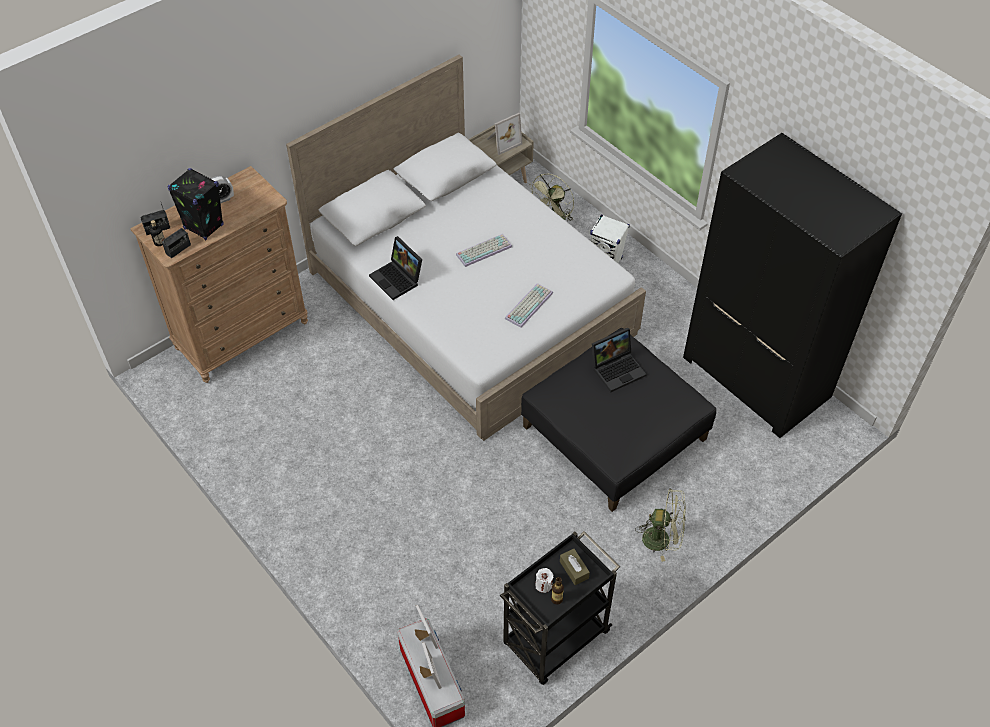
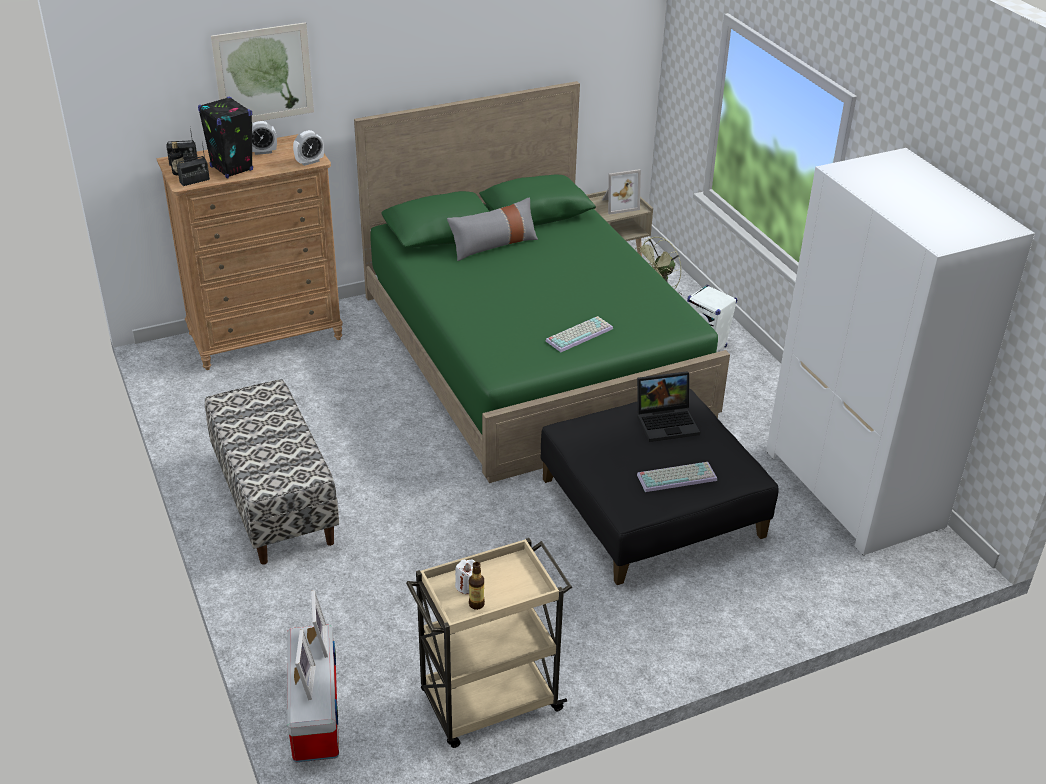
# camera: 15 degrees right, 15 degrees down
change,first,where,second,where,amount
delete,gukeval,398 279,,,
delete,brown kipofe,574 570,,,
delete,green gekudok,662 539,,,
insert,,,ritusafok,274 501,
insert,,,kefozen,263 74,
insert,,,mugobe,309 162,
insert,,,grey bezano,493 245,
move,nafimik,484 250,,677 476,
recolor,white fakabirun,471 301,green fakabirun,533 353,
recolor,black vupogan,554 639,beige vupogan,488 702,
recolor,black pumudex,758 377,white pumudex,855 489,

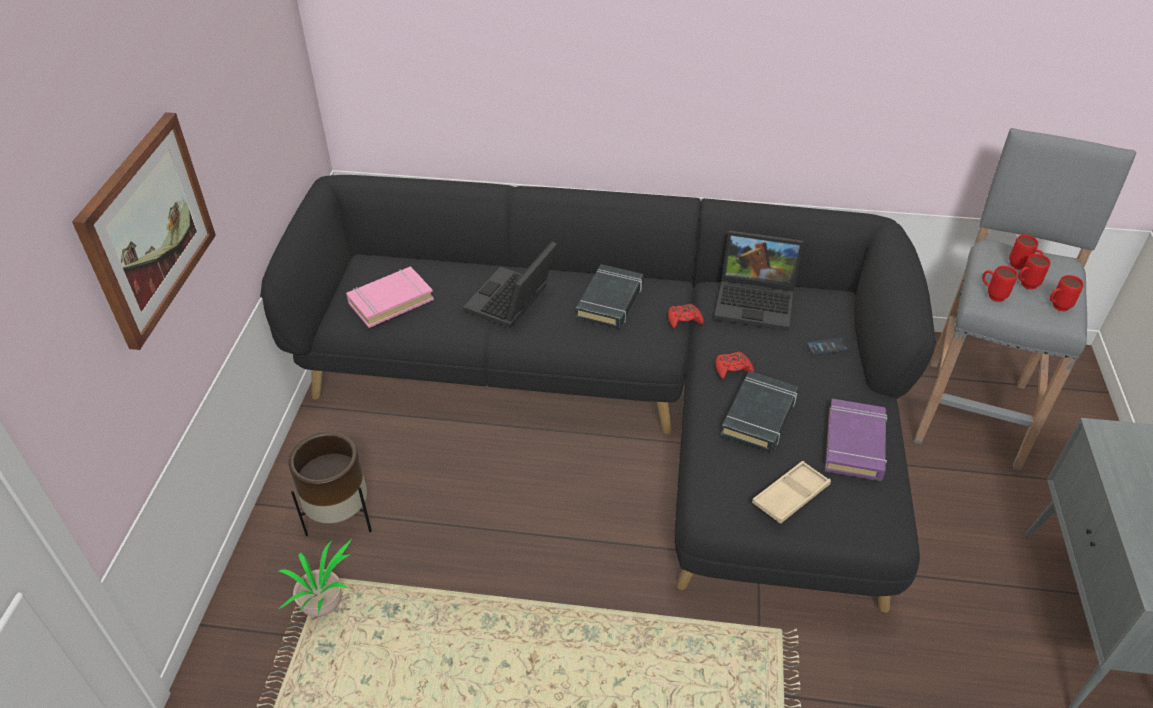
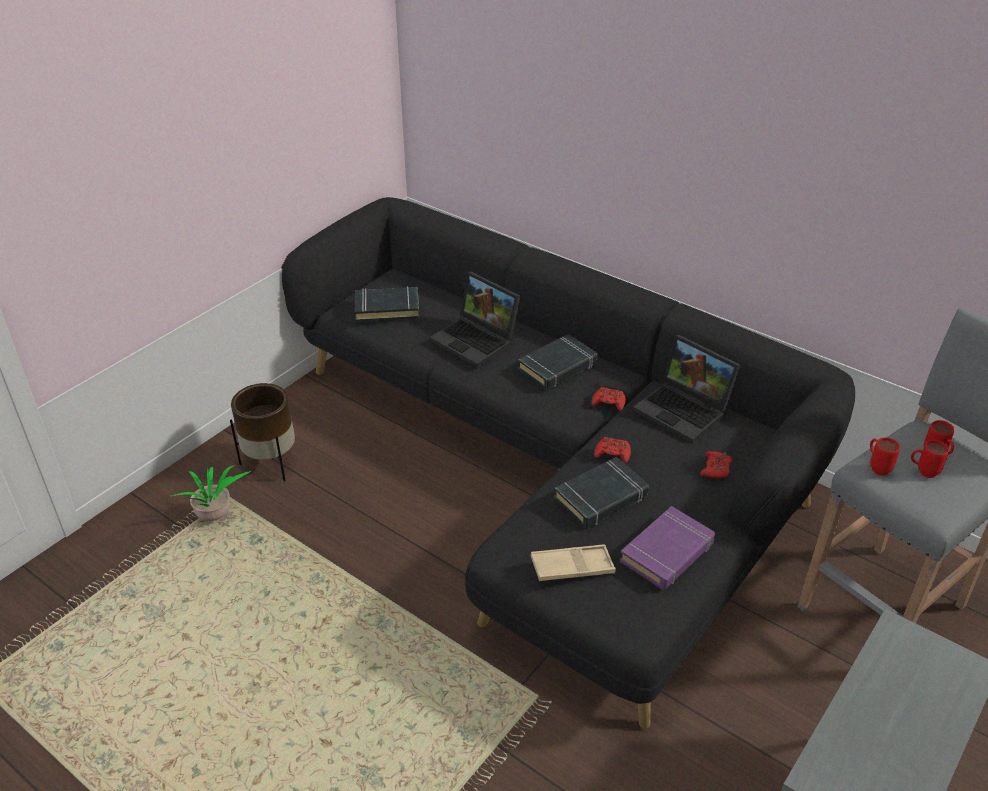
# camera: 30 degrees right, 5 degrees down
change,first,where,second,where,amount
delete,kefozen,147 229,,,
delete,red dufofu,1056 307,,,
replace,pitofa,827 347,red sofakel,715 469,
recolor,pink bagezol,390 301,black bagezol,387 308,
rotate,gukeval,512 302,,477 340,105 degrees counterclockwise

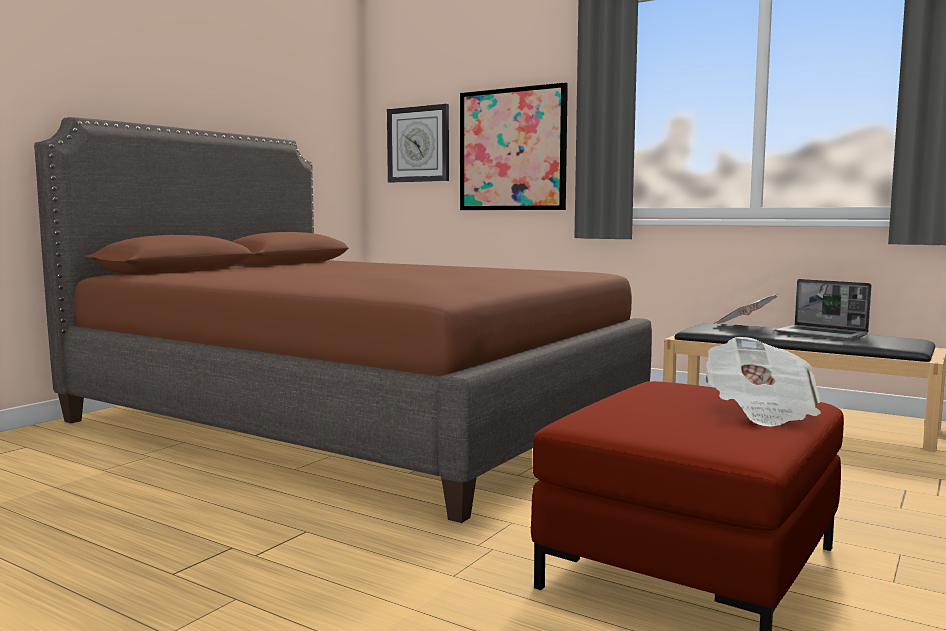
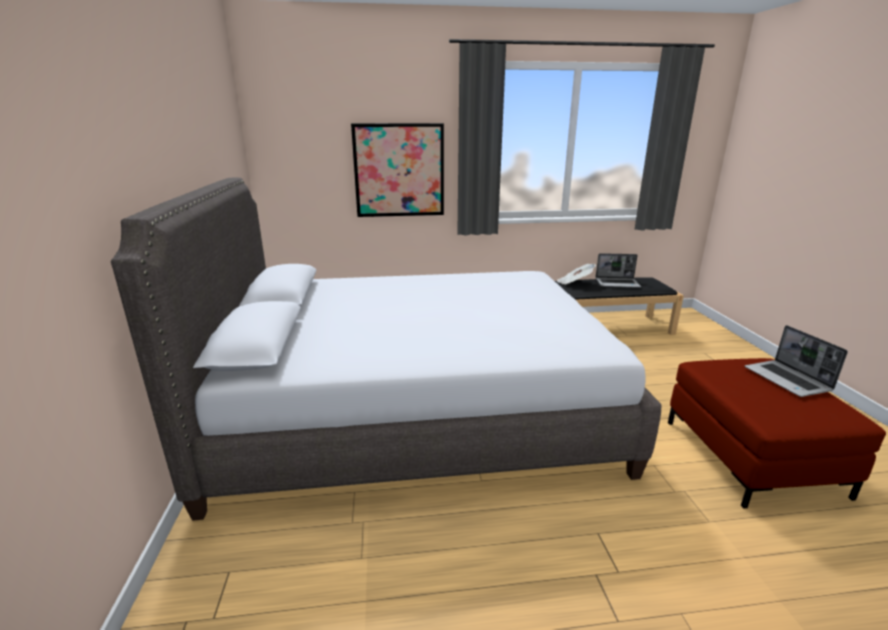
# camera: 40 degrees left, 15 degrees up
change,first,where,second,where,amount
delete,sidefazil,418 144,,,
replace,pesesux,760 411,gukeval,788 380,
recolor,brown fakabirun,355 419,grey fakabirun,416 411,

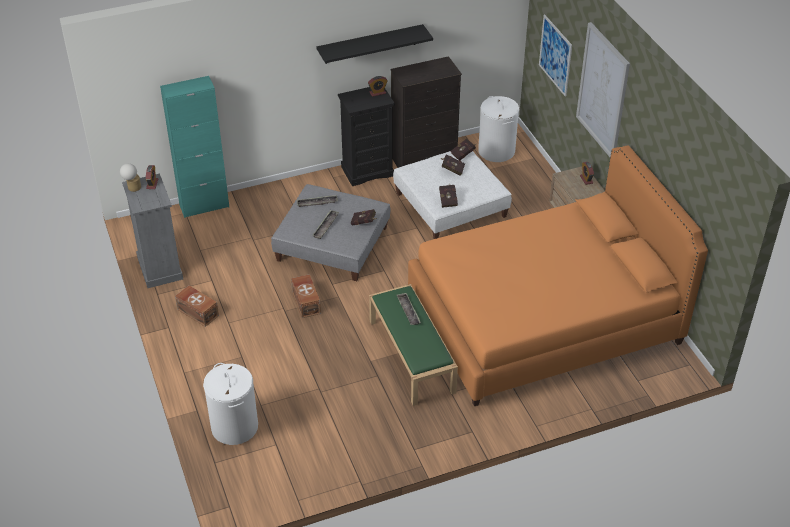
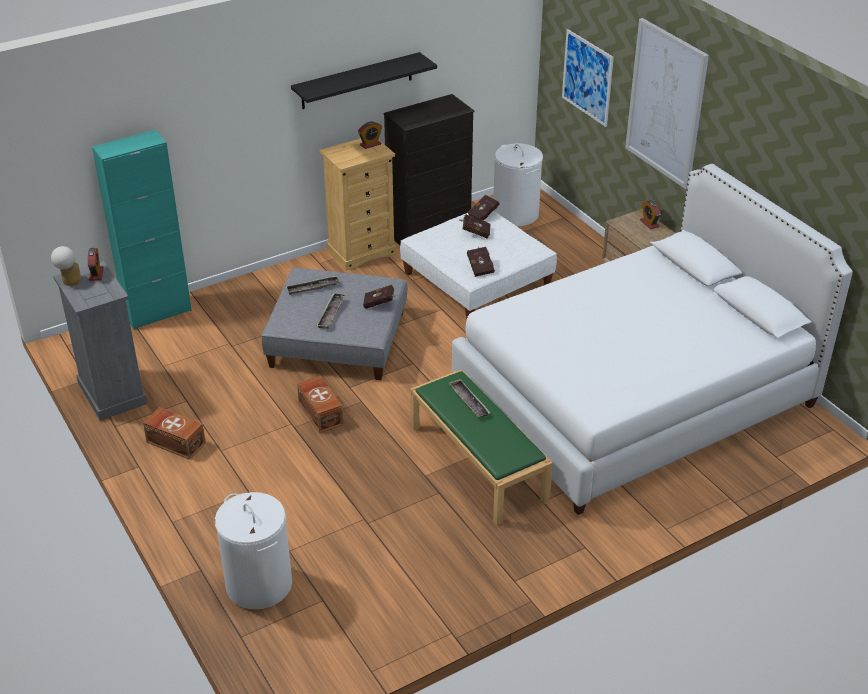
# camera: 10 degrees left, 5 degrees down
change,first,where,second,where,amount
recolor,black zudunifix,367 171,beige zudunifix,361 251,
recolor,orange fakabirun,543 318,white fakabirun,633 396,

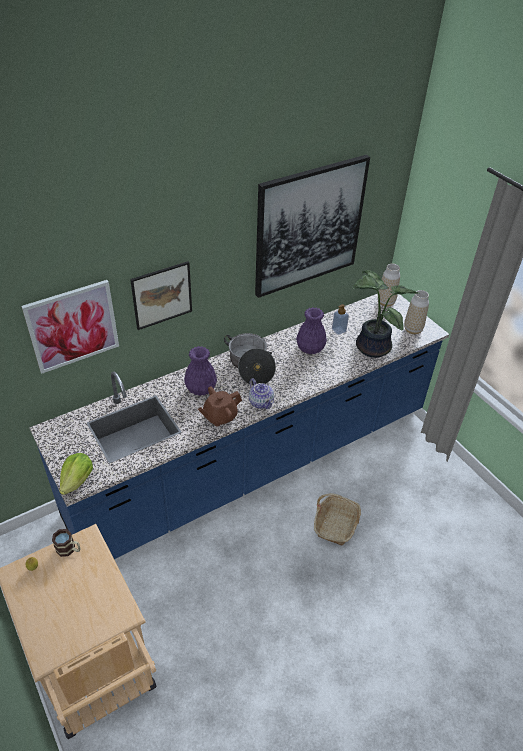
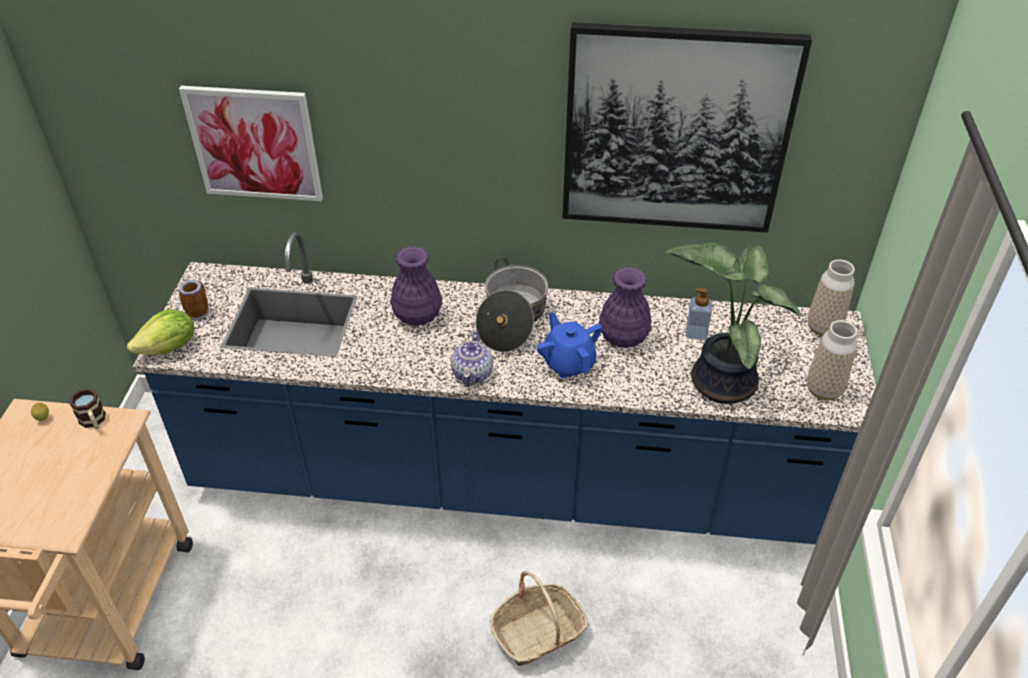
# camera: 40 degrees right, 0 degrees up
change,first,where,second,where,amount
delete,kefozen,162 295,,,
delete,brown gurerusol,220 416,,,
insert,,,dufofu,198 311,
insert,,,blue gurerusol,568 363,

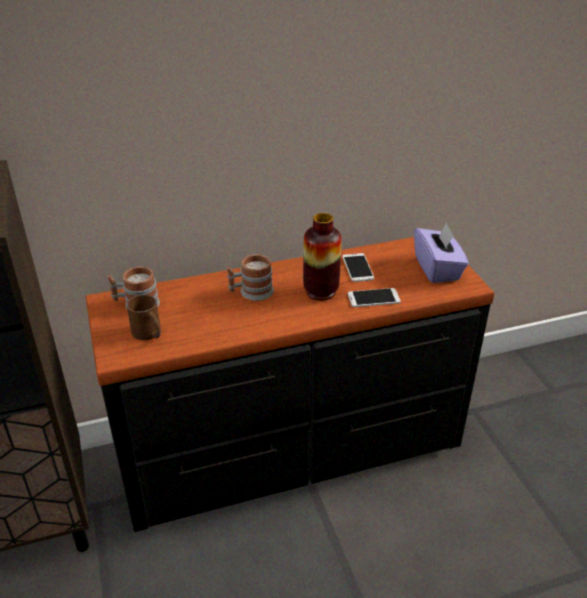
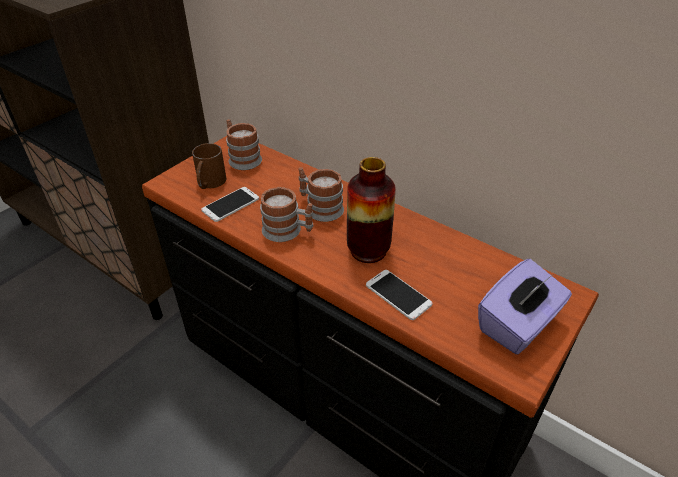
# camera: 55 degrees right, 5 degrees up
change,first,where,second,where,amount
insert,,,dufofu,288 231,
move,pitofa,357 268,,230 204,

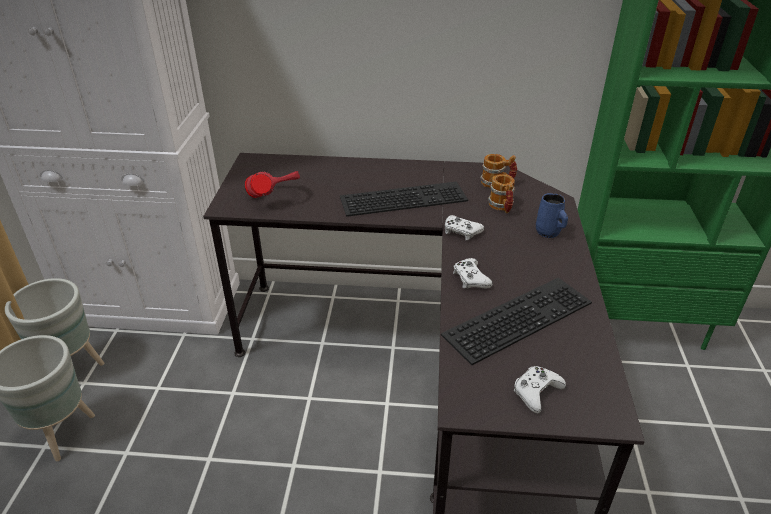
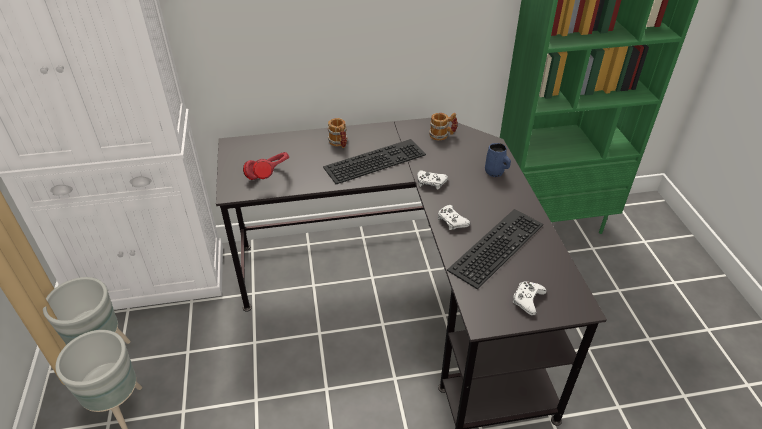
# camera: 15 degrees left, 5 degrees up
change,first,where,second,where,amount
move,dufofu,502 207,,339 143,

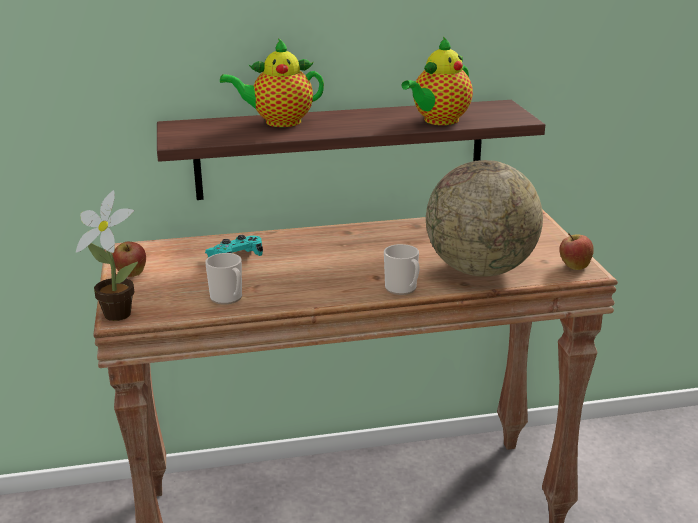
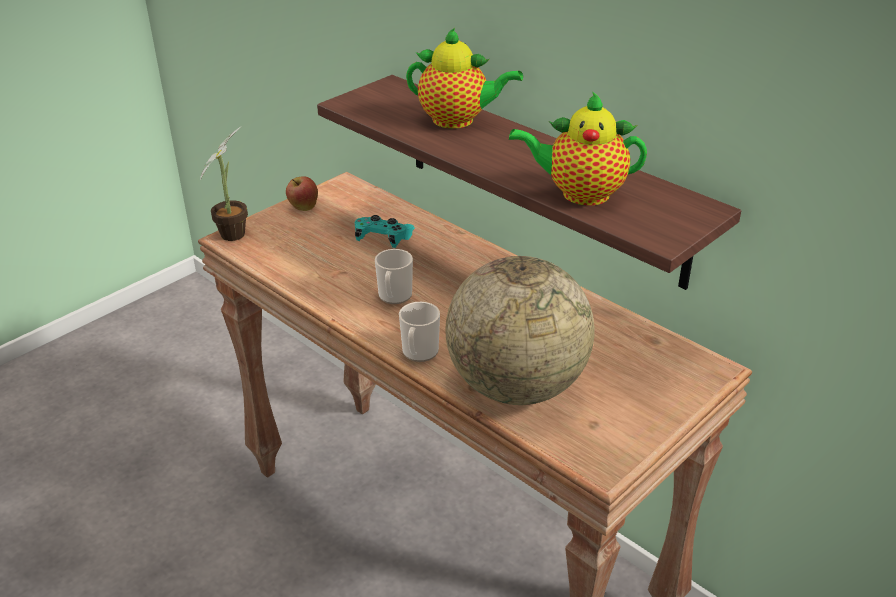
# camera: 55 degrees right, 10 degrees up
change,first,where,second,where,amount
delete,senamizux,574 266,,,
move,dufofu,228 298,,394 297,
rotate,gurerusol,278 122,,458 120,150 degrees clockwise

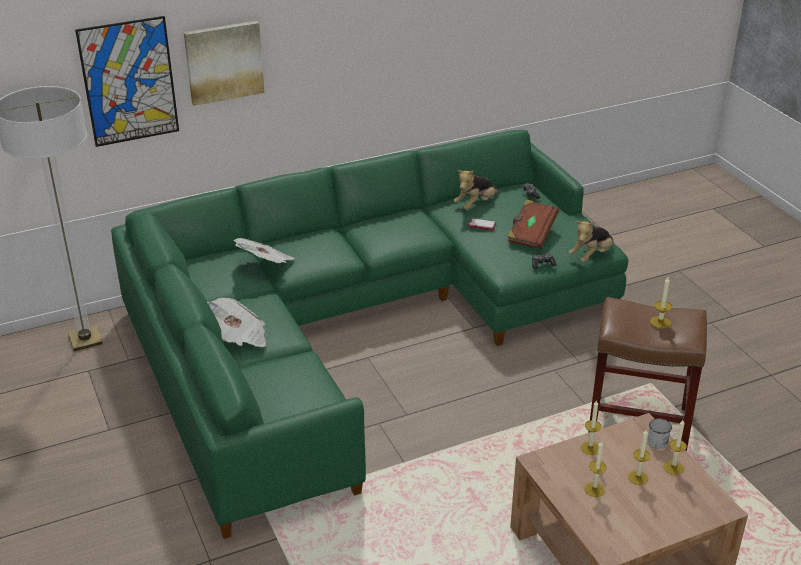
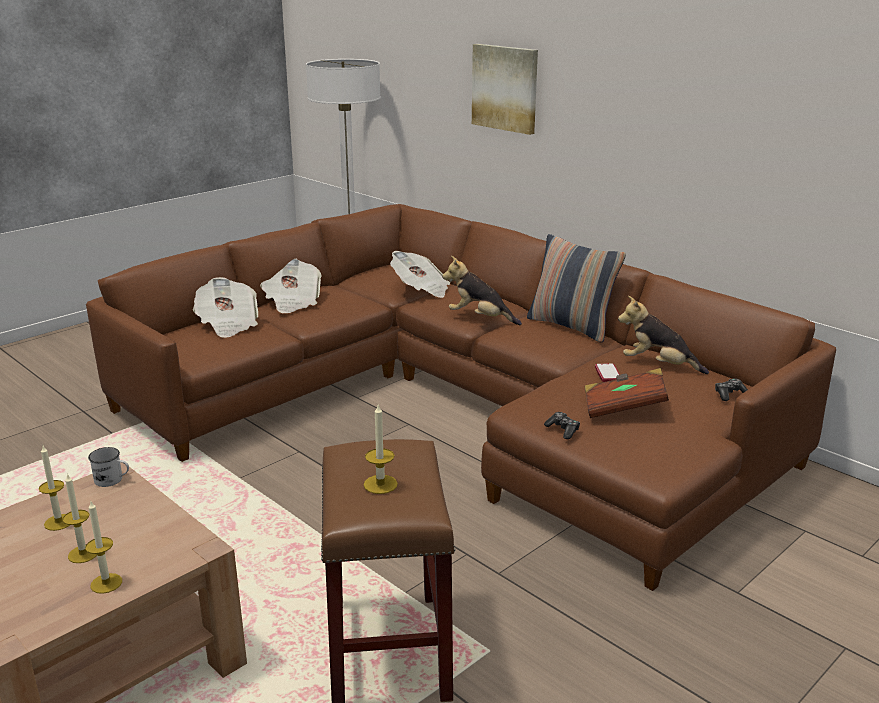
# camera: 70 degrees right, 10 degrees down
change,first,where,second,where,amount
delete,kefozen,129 82,,,
delete,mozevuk,590 448,,,
insert,,,pesesux,228 324,
insert,,,bezano,571 326,
move,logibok,591 256,,480 318,
move,white dufofu,658 440,,112 480,
recolor,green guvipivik,356 328,brown guvipivik,457 408,

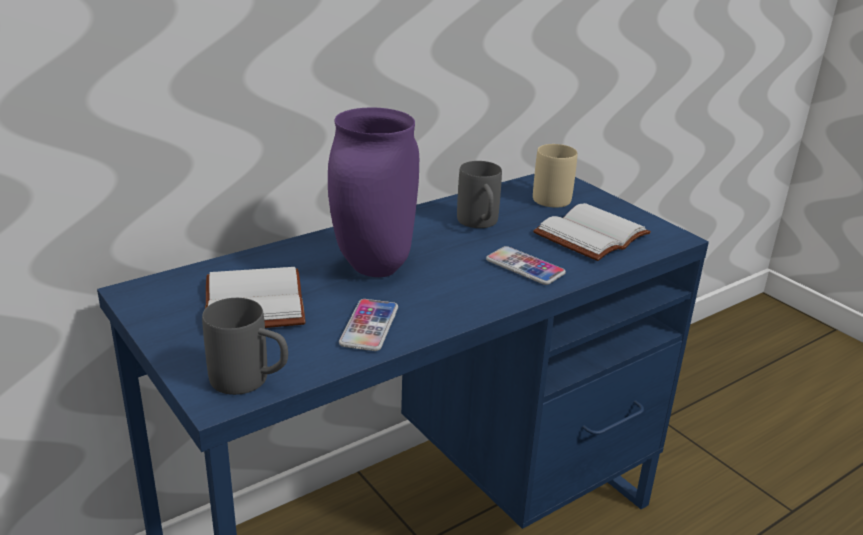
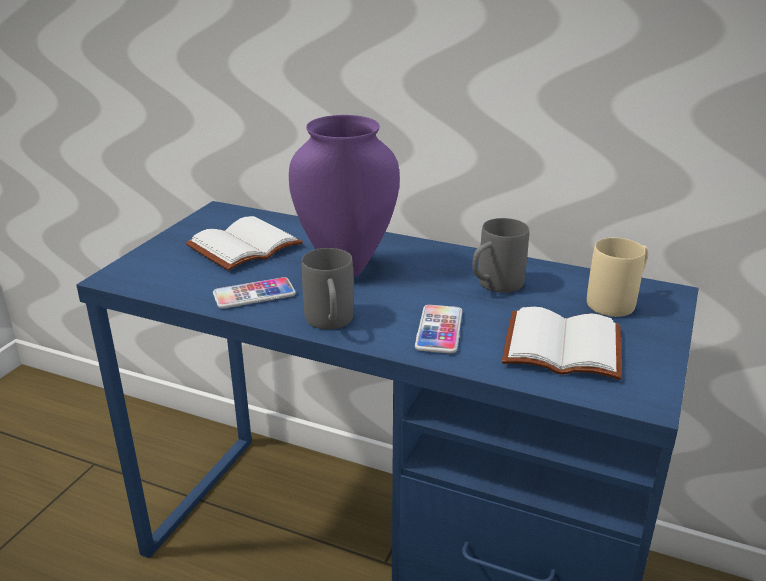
# camera: 60 degrees right, 0 degrees up
change,first,where,second,where,amount
move,grey dufofu,251 381,,330 323,

